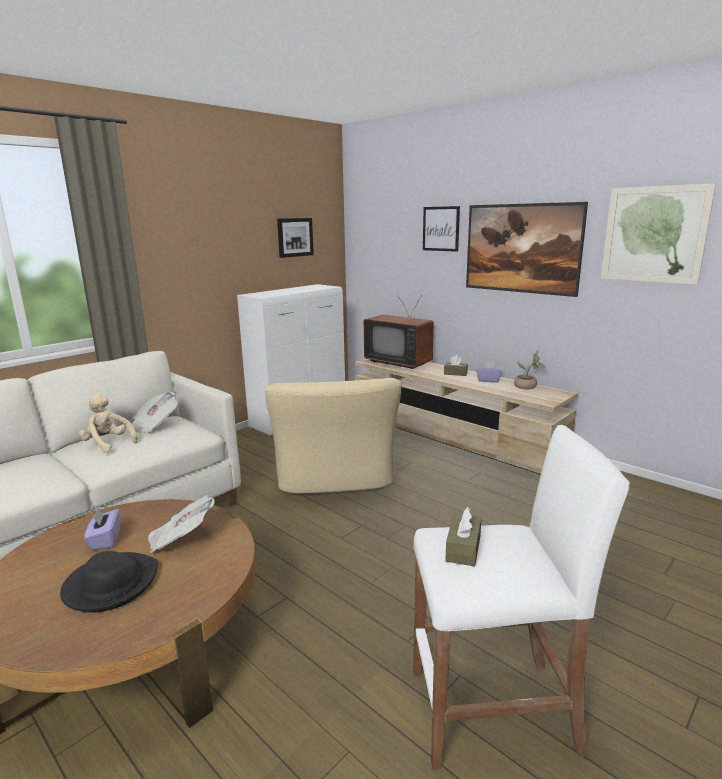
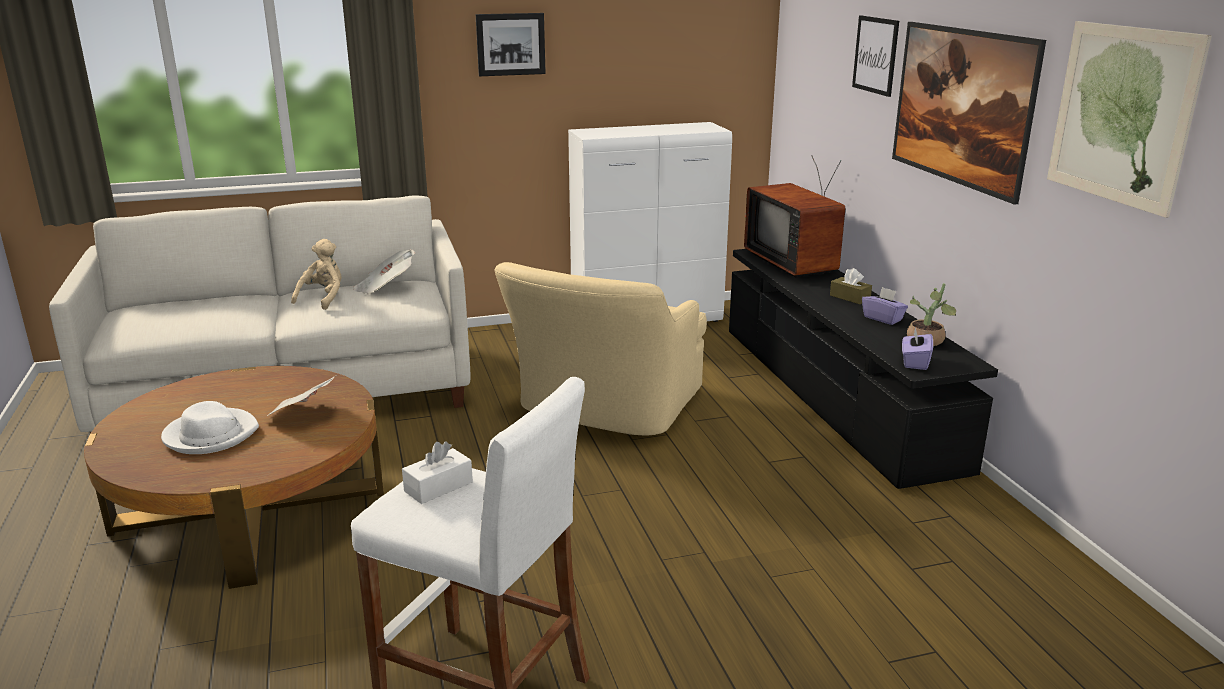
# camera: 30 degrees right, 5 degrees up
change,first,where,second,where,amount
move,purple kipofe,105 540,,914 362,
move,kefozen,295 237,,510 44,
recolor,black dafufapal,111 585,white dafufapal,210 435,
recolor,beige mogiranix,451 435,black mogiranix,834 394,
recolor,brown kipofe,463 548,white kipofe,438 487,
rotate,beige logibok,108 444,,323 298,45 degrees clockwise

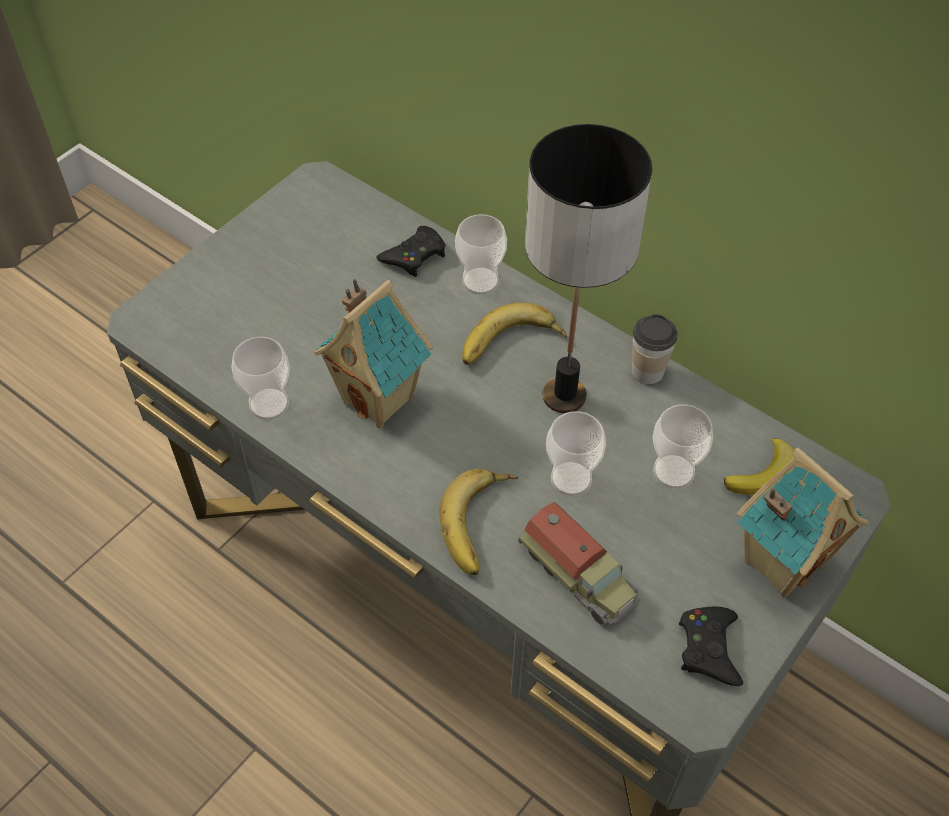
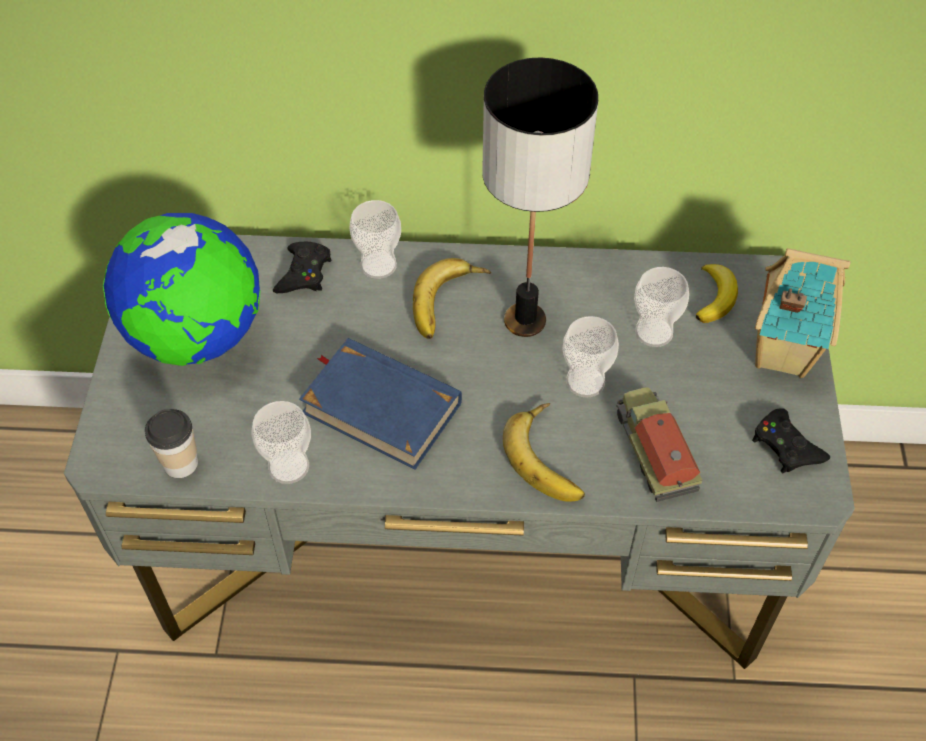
# camera: 35 degrees left, 0 degrees up
change,first,where,second,where,amount
insert,,,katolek,196 337,
move,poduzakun,647 371,,180 464,
replace,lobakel,380 399,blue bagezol,381 407,
rotate,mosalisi,579 575,,653 451,120 degrees counterclockwise

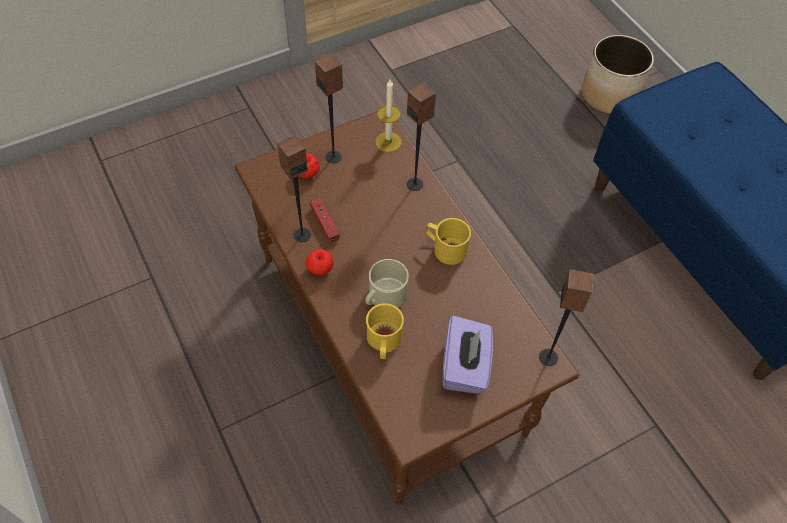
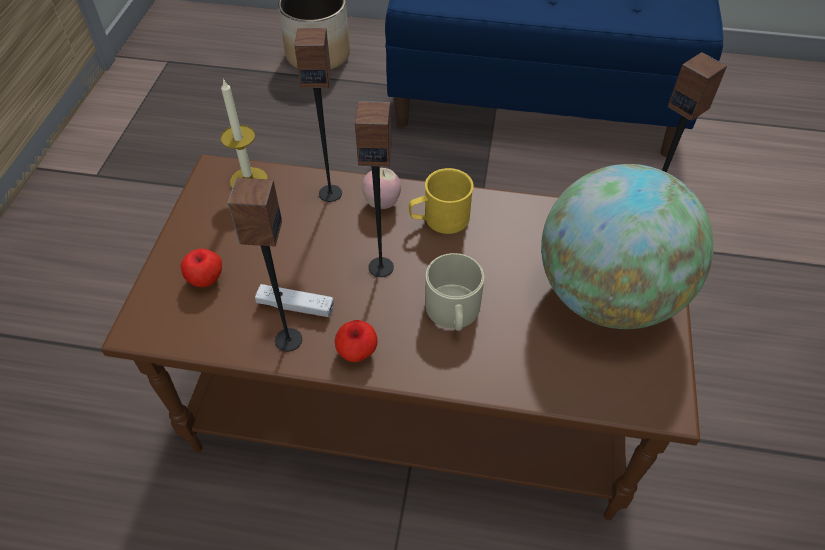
# camera: 50 degrees left, 5 degrees down
change,first,where,second,where,amount
delete,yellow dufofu,383 343,,,
insert,,,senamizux,382 203,
move,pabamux,334 157,,381 267,
replace,purple kipofe,465 366,katolek,606 295,
recolor,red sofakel,325 223,white sofakel,295 306,

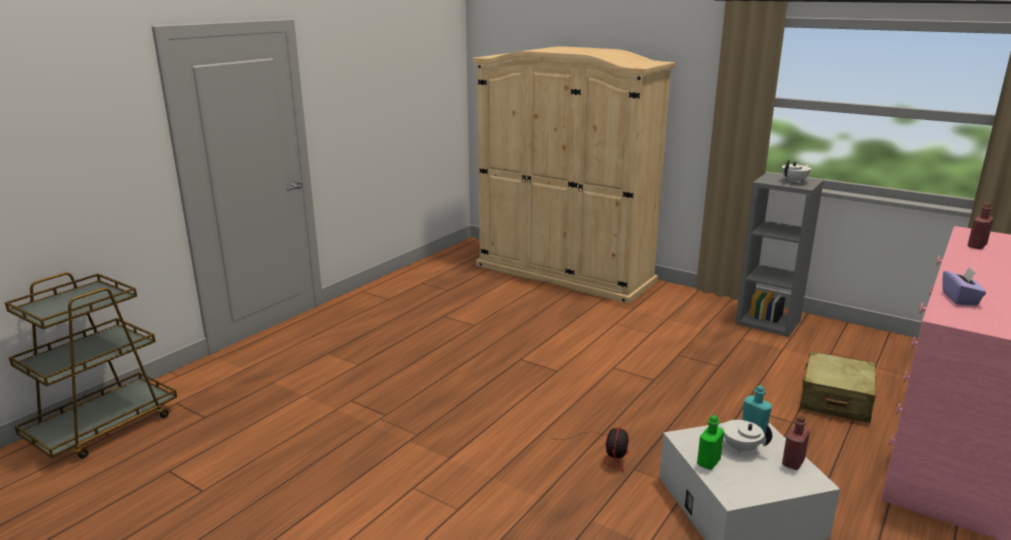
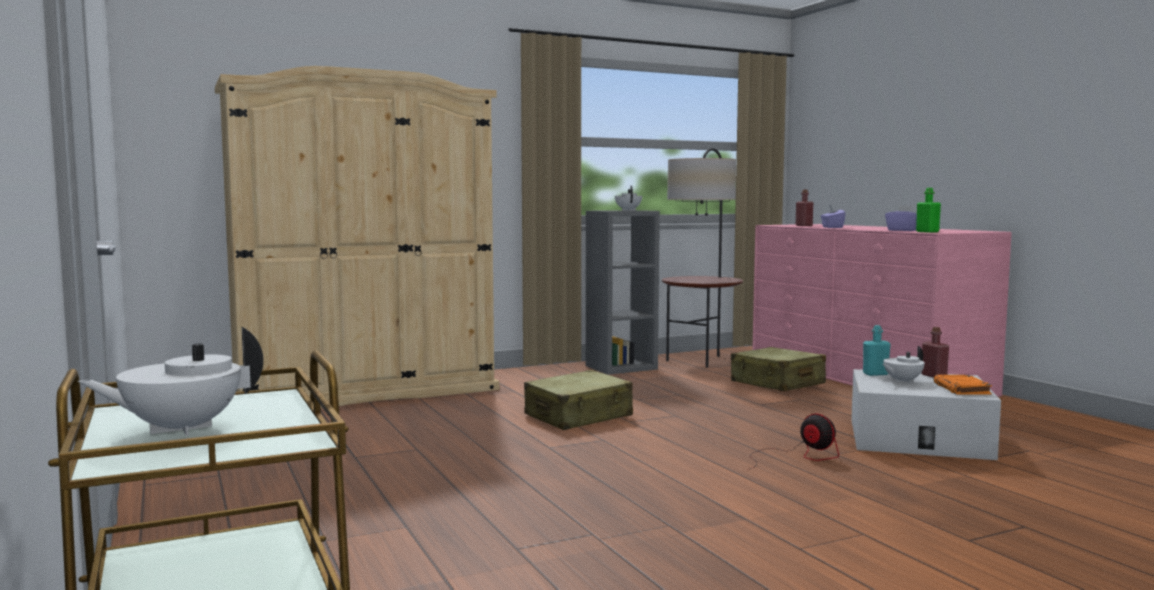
# camera: 60 degrees left, 15 degrees down
change,first,where,second,where,amount
insert,,,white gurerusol,180 429,
insert,,,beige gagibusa,578 416,
insert,,,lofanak,700 360,
insert,,,purple kipofe,832 227,
insert,,,orange bagezol,962 389,
move,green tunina,708 462,,927 232,

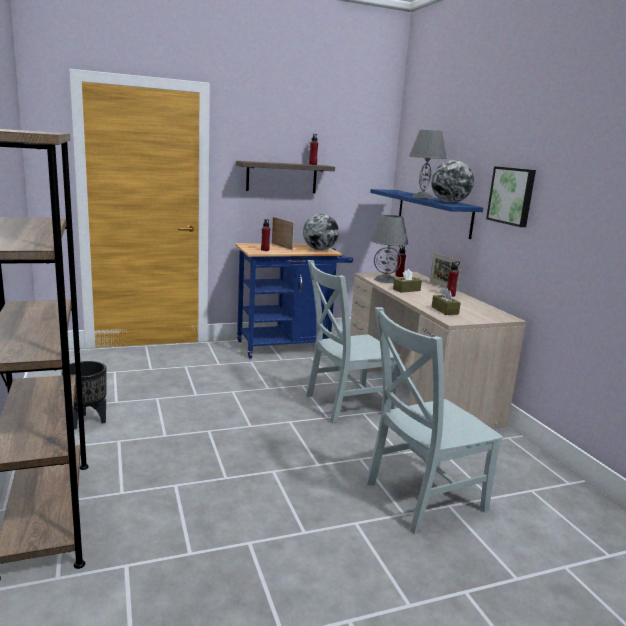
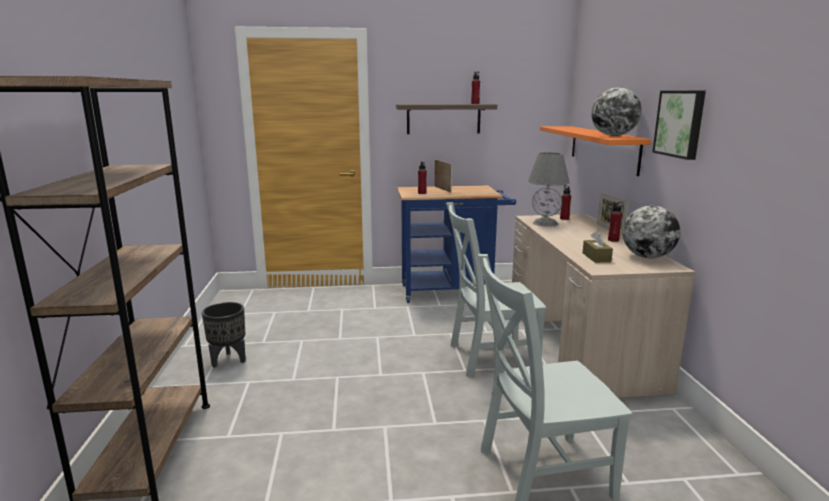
# camera: 15 degrees right, 0 degrees up
change,first,where,second,where,amount
delete,brown kipofe,406 290,,,
delete,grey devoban,423 197,,,
move,katolek,319 249,,647 257,
recolor,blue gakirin,433 212,orange gakirin,603 148,

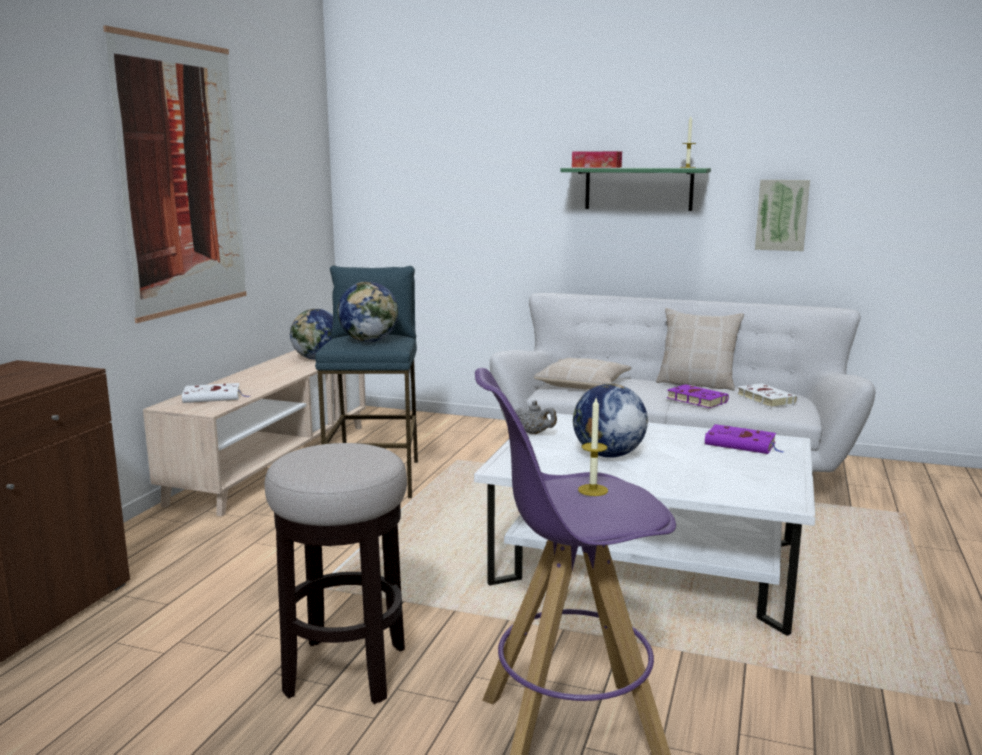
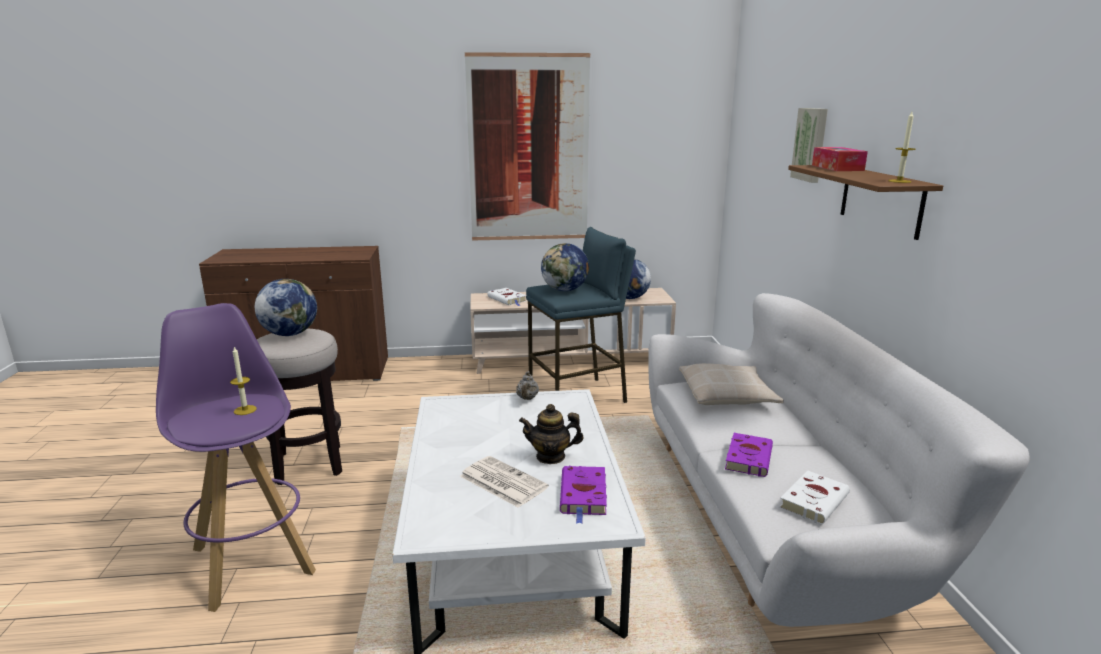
# camera: 65 degrees right, 5 degrees up
change,first,where,second,where,amount
delete,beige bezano,697 383,,,
insert,,,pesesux,502 482,
insert,,,gurerusol,551 456,
move,katolek,608 455,,290 334,
move,kefozen,782 215,,811 144,
recolor,green gakirin,638 189,brown gakirin,880 200,

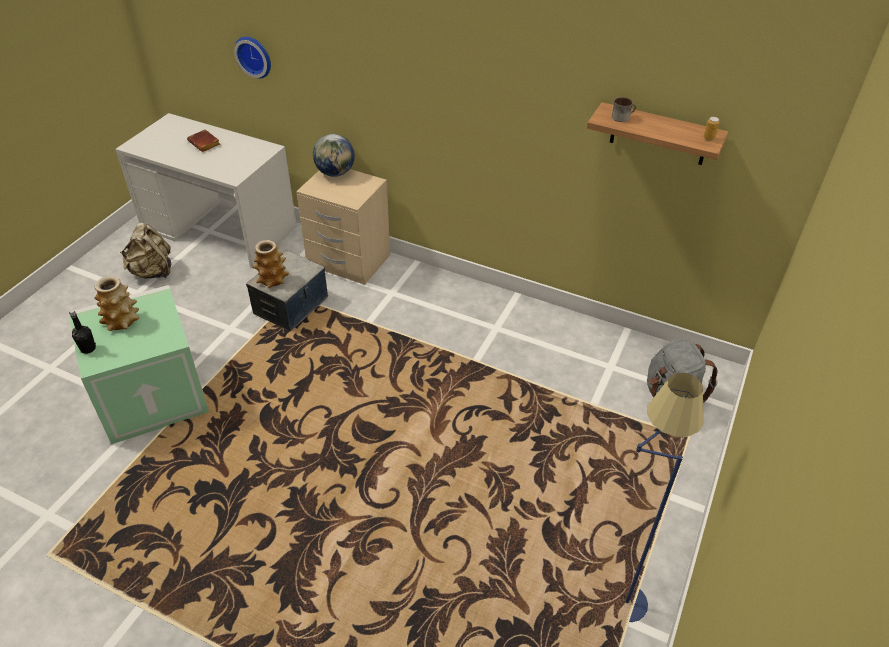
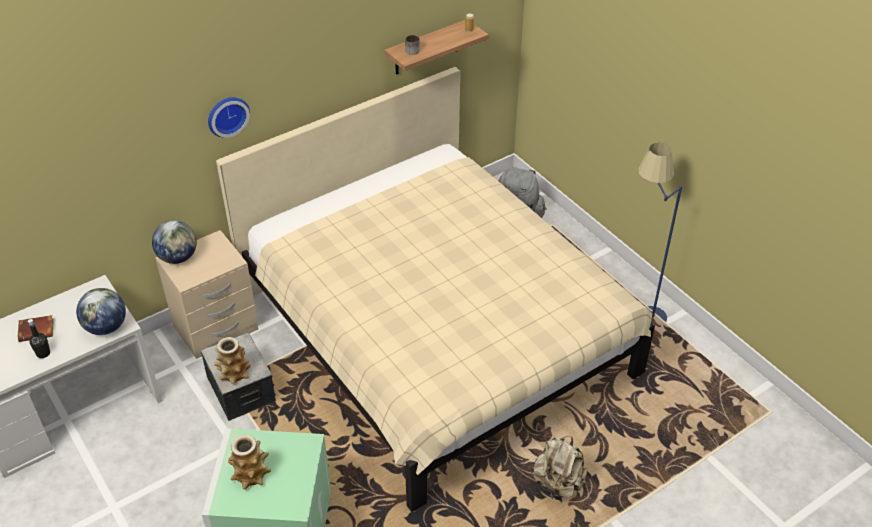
# camera: 60 degrees left, 0 degrees up
change,first,where,second,where,amount
insert,,,katolek,106 327,
insert,,,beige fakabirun,435 334,
move,black tunina,88 348,,43 353,
move,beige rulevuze,152 272,,557 483,
move,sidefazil,255 56,,227 115,

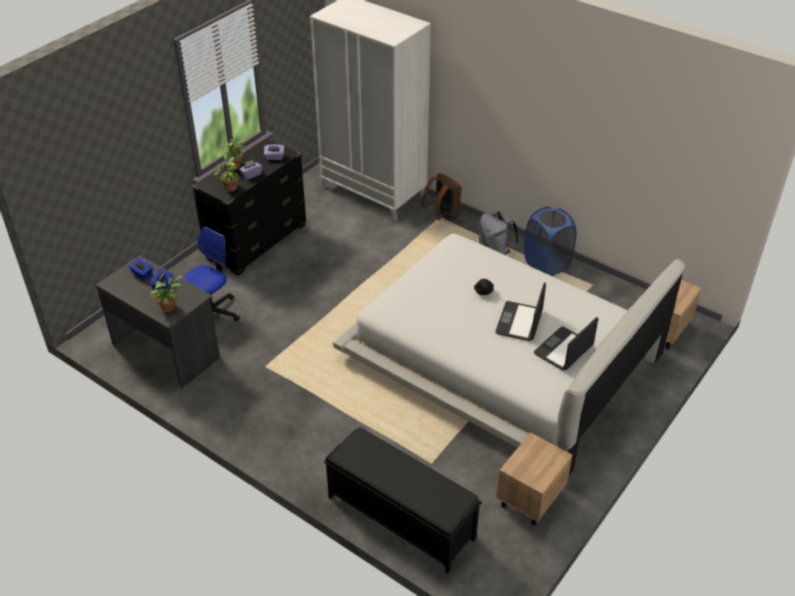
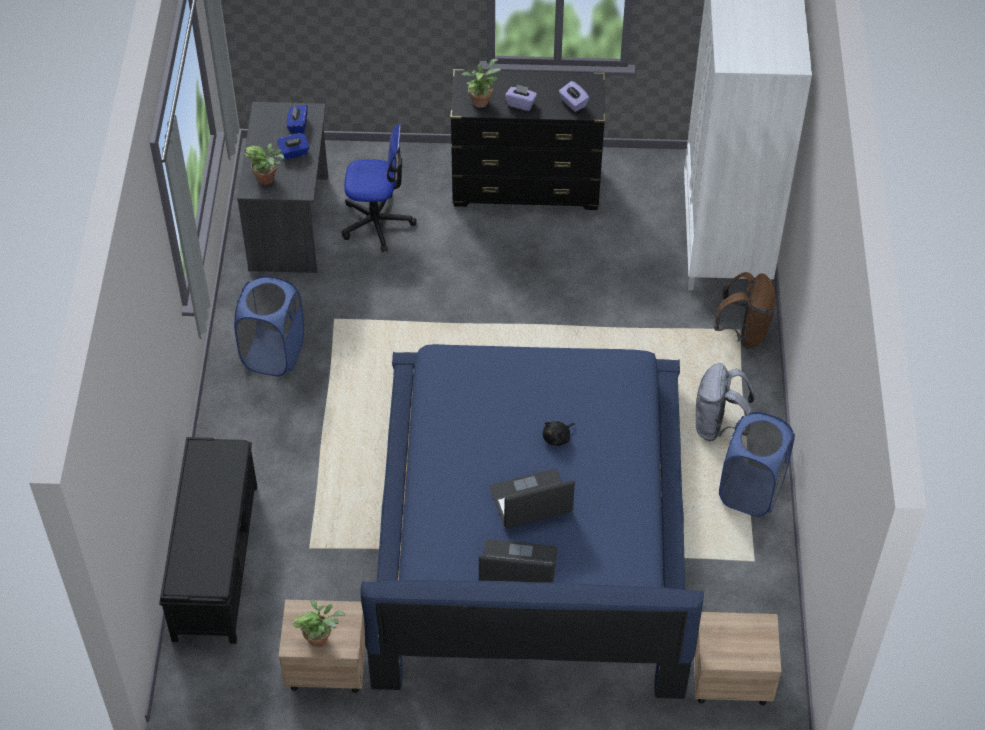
# camera: 55 degrees right, 10 degrees up
change,first,where,second,where,amount
insert,,,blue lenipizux,273 353,
move,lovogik,235 165,,320 637,
recolor,white fakabirun,501 357,blue fakabirun,532 529,

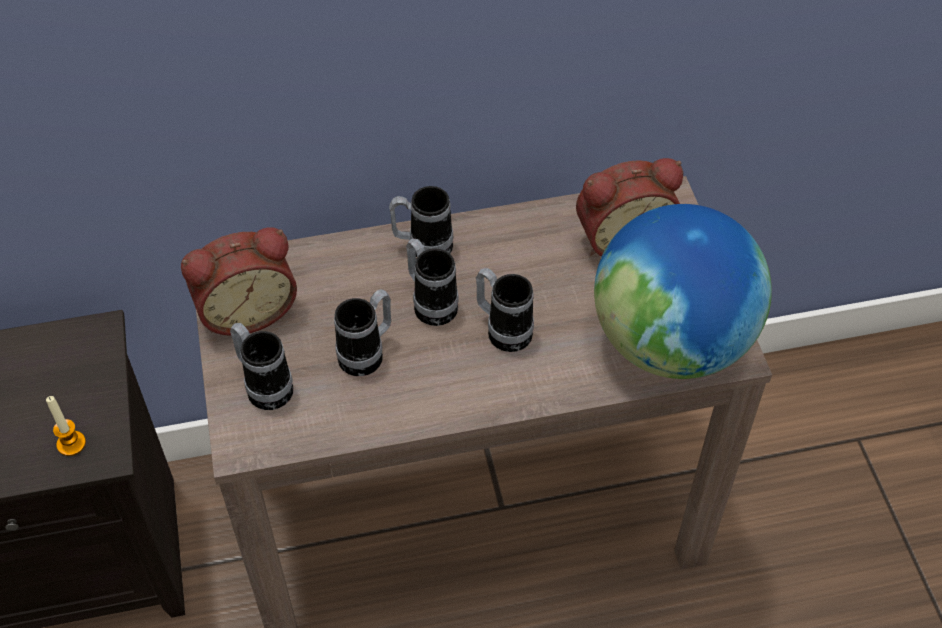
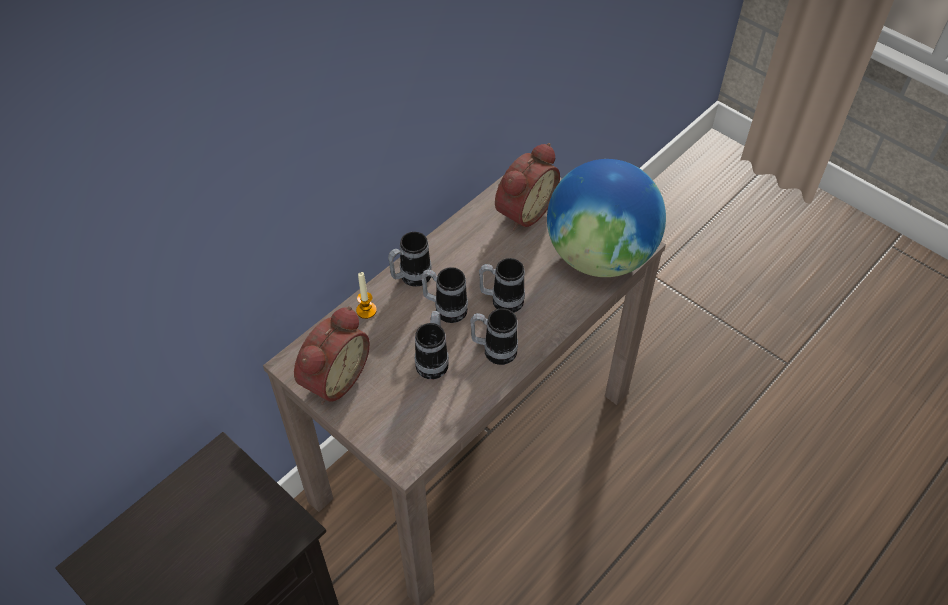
# camera: 35 degrees left, 0 degrees up
change,first,where,second,where,amount
move,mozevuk,71 444,,366 310,
move,dufofu,264 386,,493 350,

